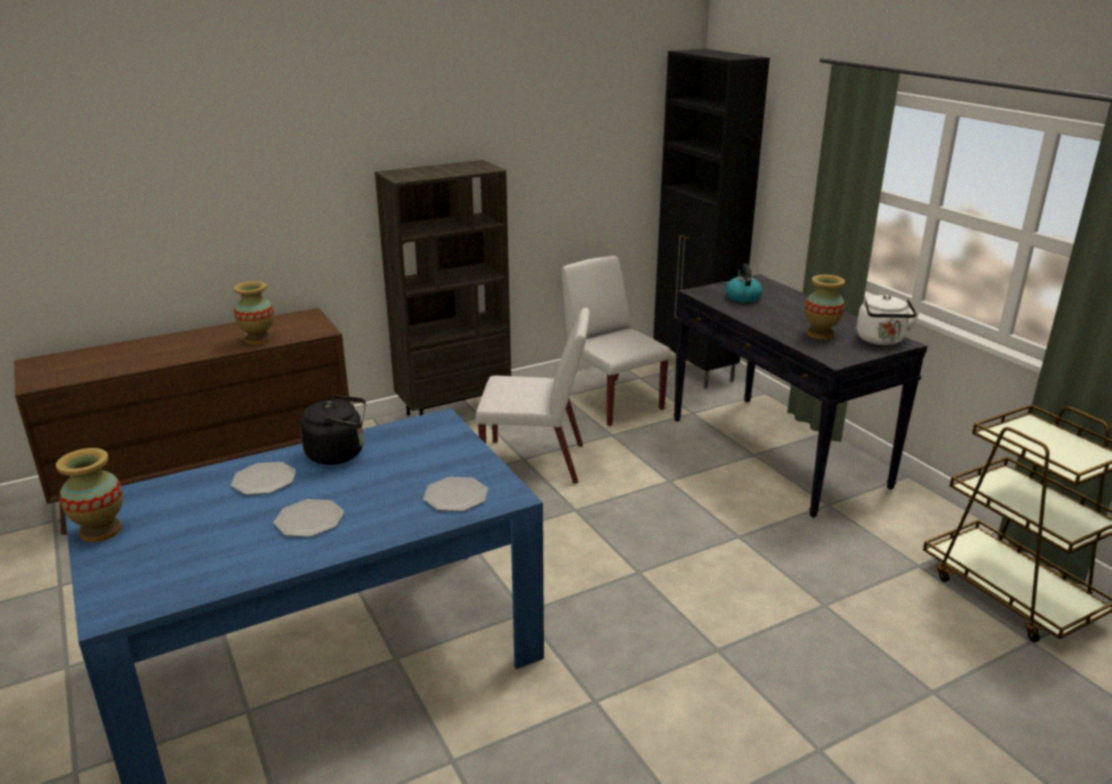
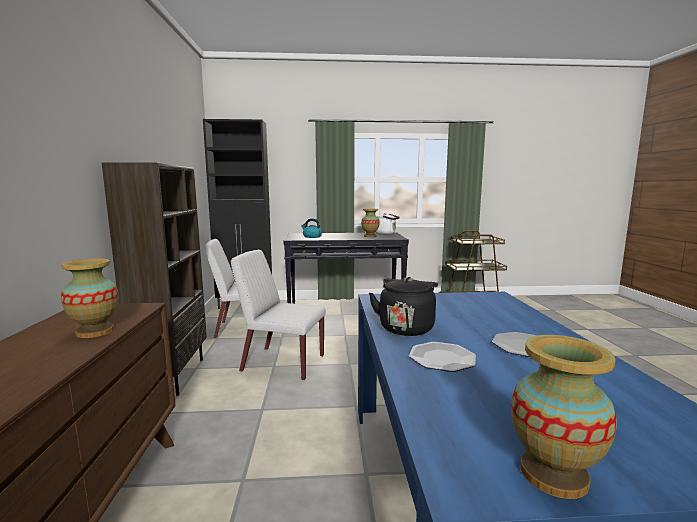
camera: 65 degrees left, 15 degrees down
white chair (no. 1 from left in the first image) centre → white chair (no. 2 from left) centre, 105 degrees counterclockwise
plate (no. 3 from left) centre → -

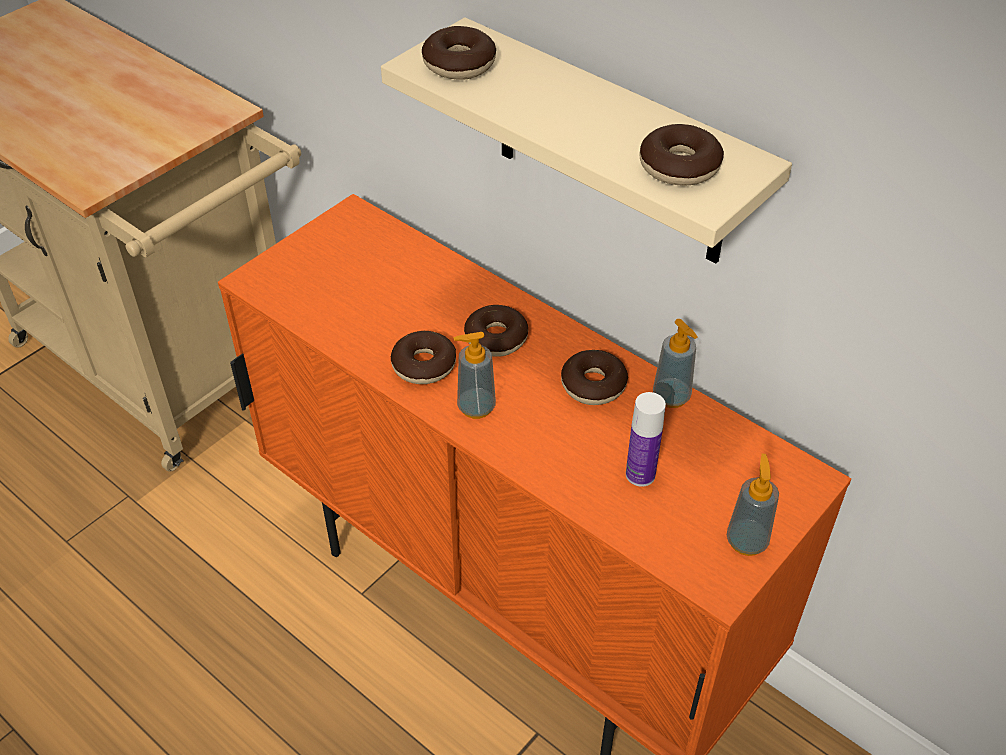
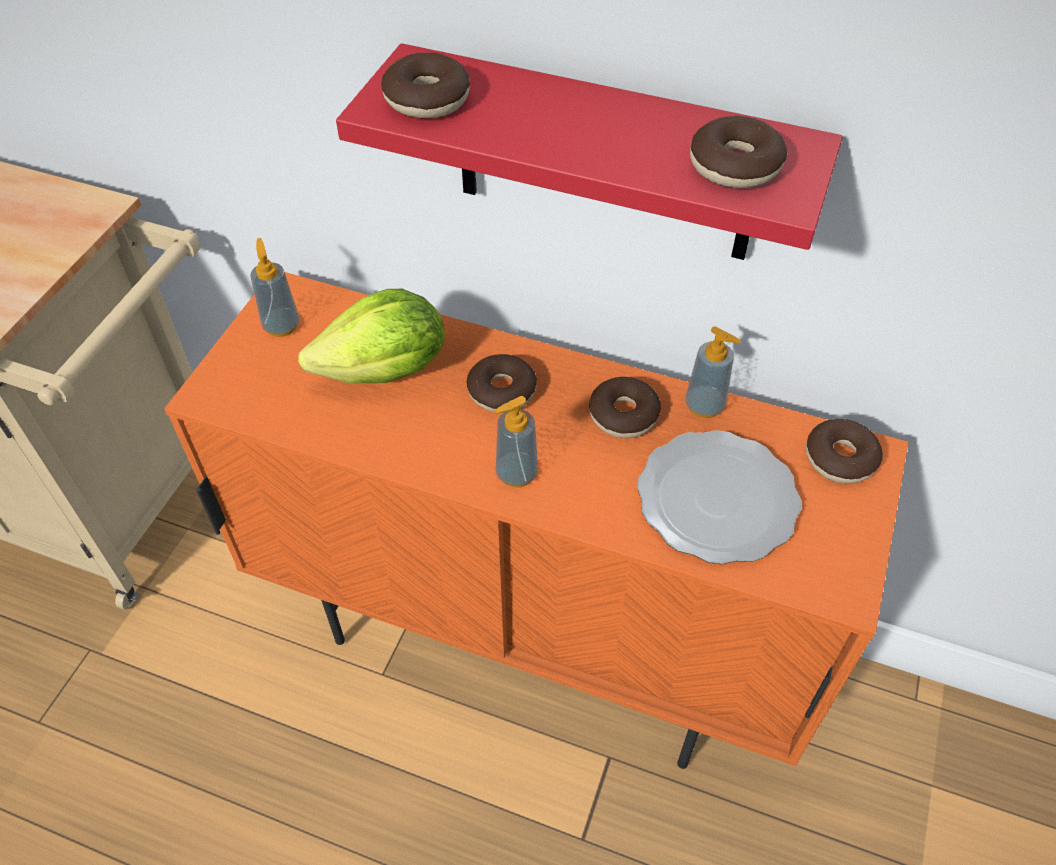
camera: 20 degrees left, 5 degrees up
beige shelf top centre → red shelf top centre
donut (no. 1 from left in the first image) centre → donut (no. 5 from left) middle right, shifted
bottle centre → plate middle right
soap dispenser (no. 3 from left in the first image) bottom right → soap dispenser (no. 1 from left) top left, shifted
- → lettuce centre

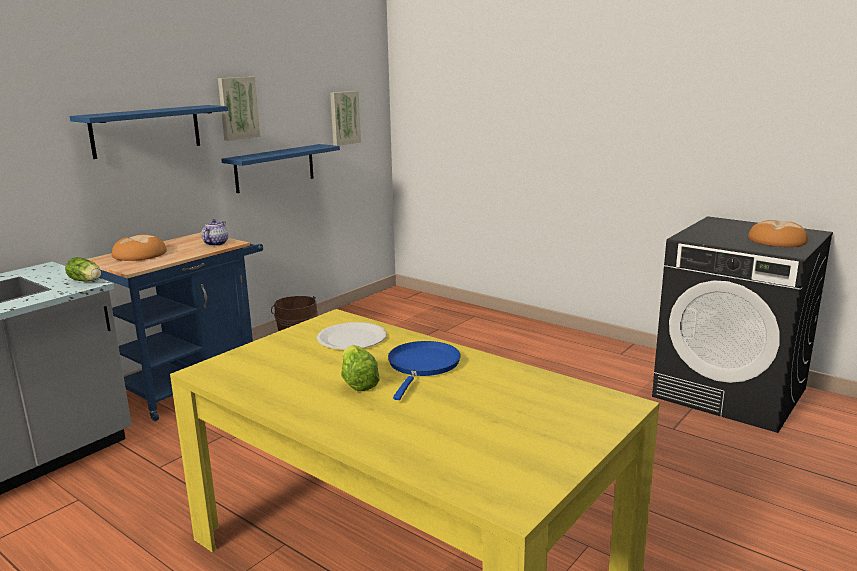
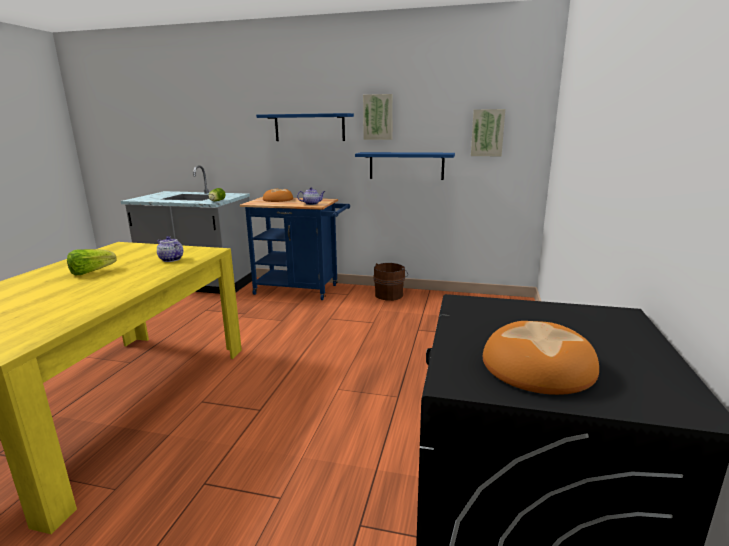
camera: 65 degrees right, 0 degrees up
white plate centre → teapot (no. 1 from left) middle left
blue frying pan centre → -

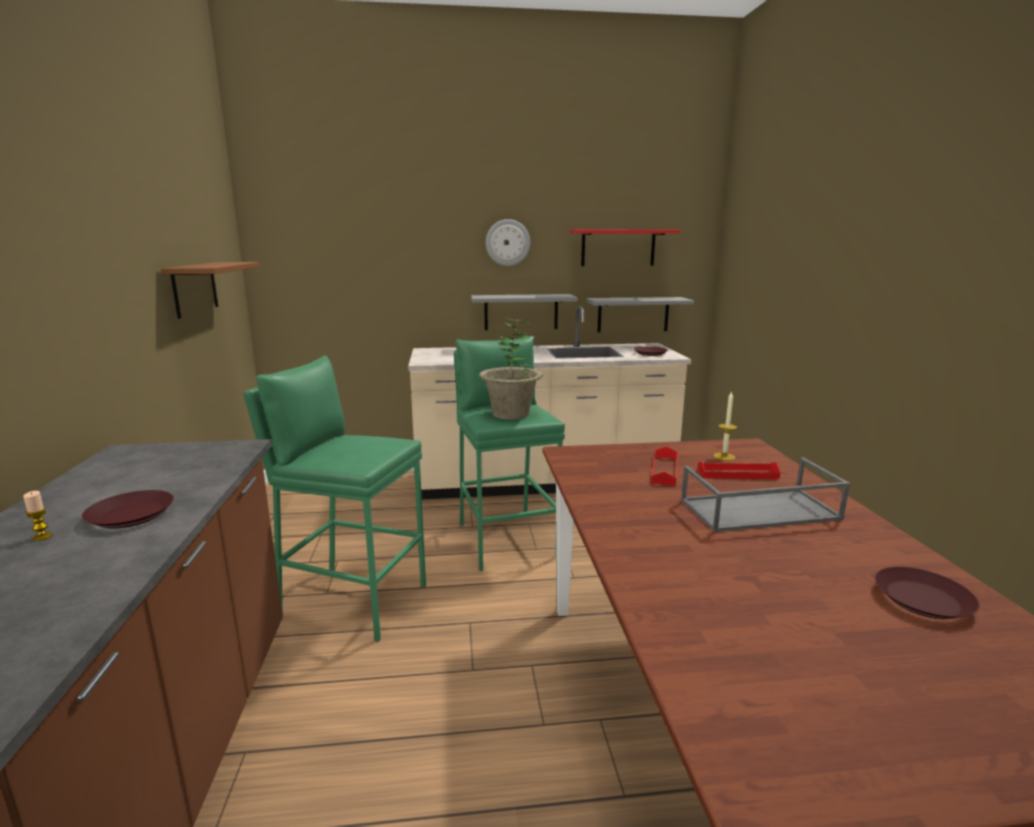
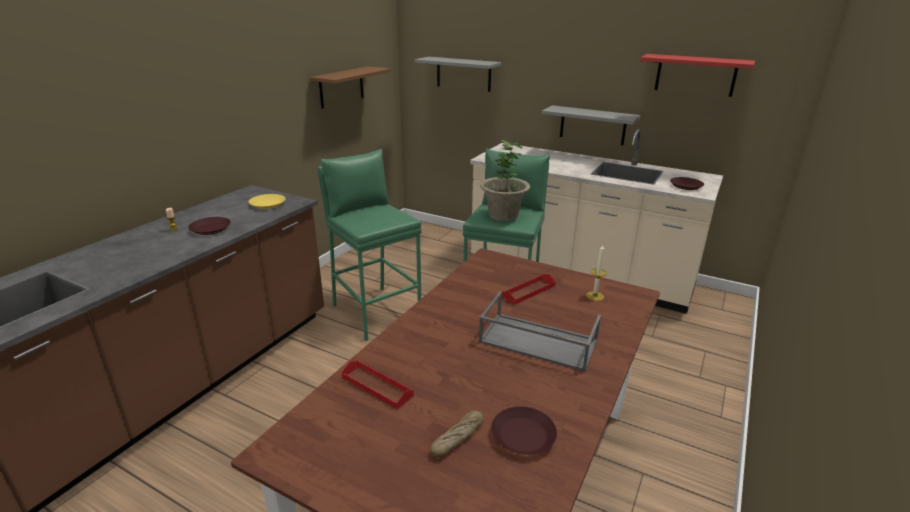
camera: 35 degrees right, 10 degrees up
wall clock top centre → -
grey shelf (no. 2 from left in the first image) centre → grey shelf (no. 1 from left) top centre, shifted
red tray (no. 2 from left in the first image) middle right → red tray (no. 1 from left) bottom centre, shifted
- → yellow plate middle left
- → bread bottom centre

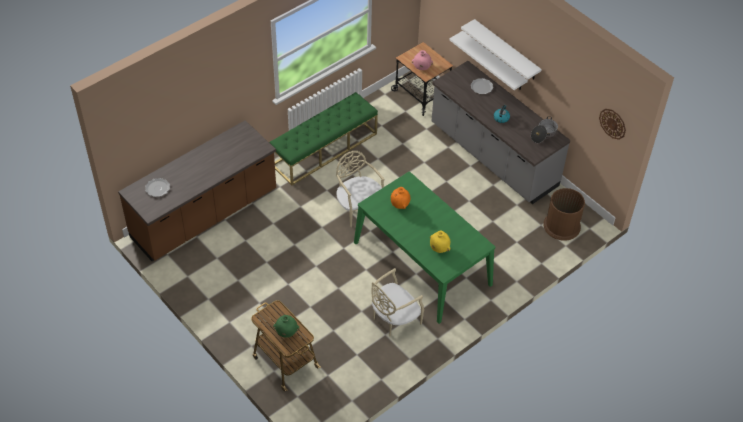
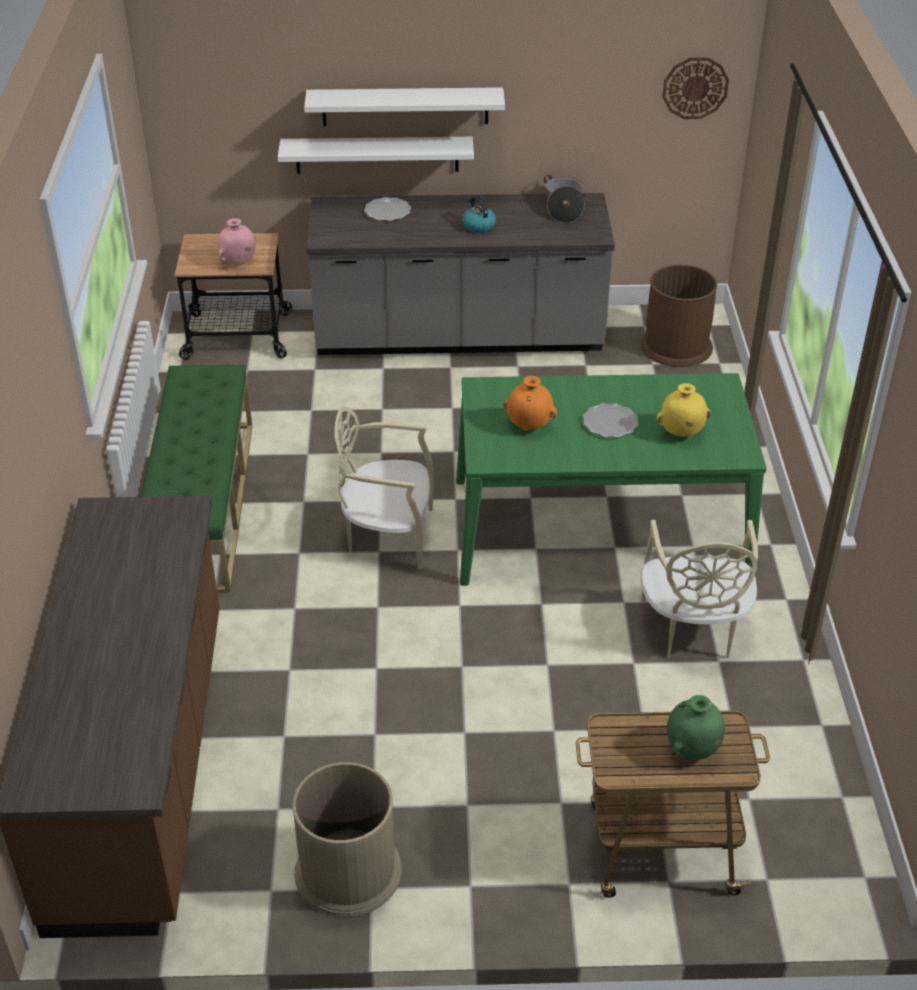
camera: 50 degrees left, 10 degrees down
plate (no. 1 from left in the first image) middle left → plate (no. 2 from left) centre, shifted
- → brown trash can (no. 1 from left) bottom centre

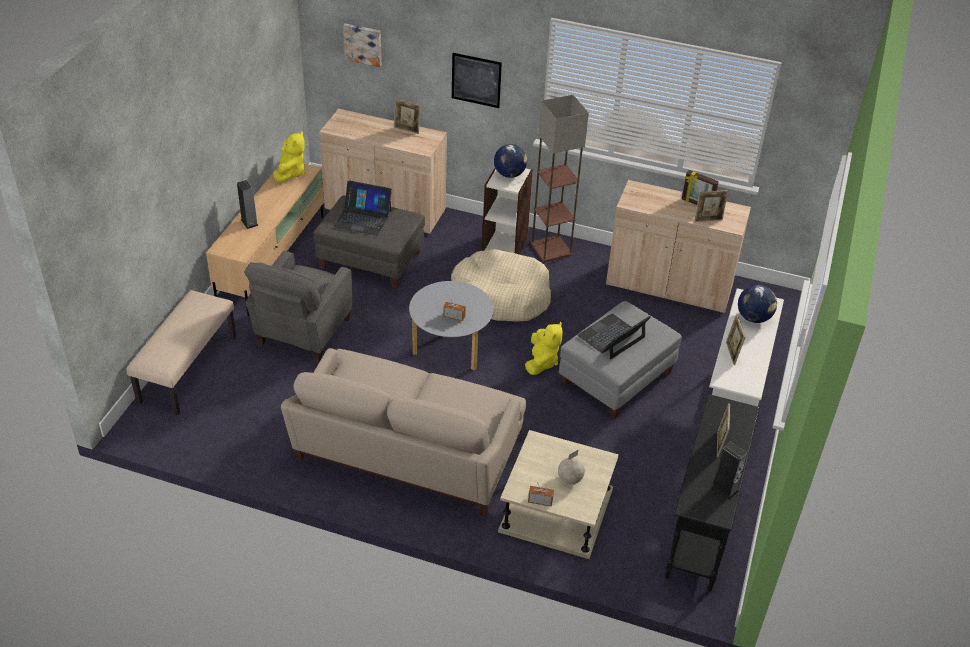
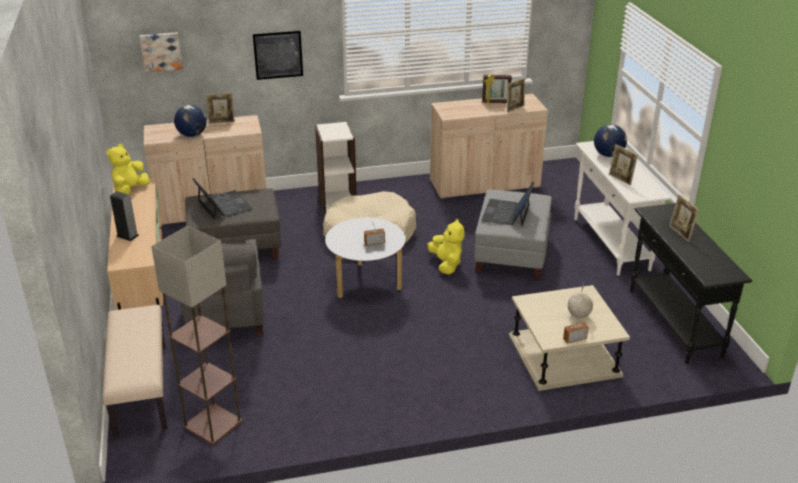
camera: 30 degrees left, 10 degrees down
floor lamp top centre → floor lamp bottom left, shifted
yellow plush toy (no. 1 from left) top left → yellow plush toy (no. 1 from left) middle left, 135 degrees counterclockwise
globe (no. 1 from left) top centre → globe (no. 1 from left) top left, shifted
laptop (no. 1 from left) top centre → laptop (no. 1 from left) middle left, 105 degrees counterclockwise
beige sofa centre → -
speaker (no. 2 from left) bottom right → -

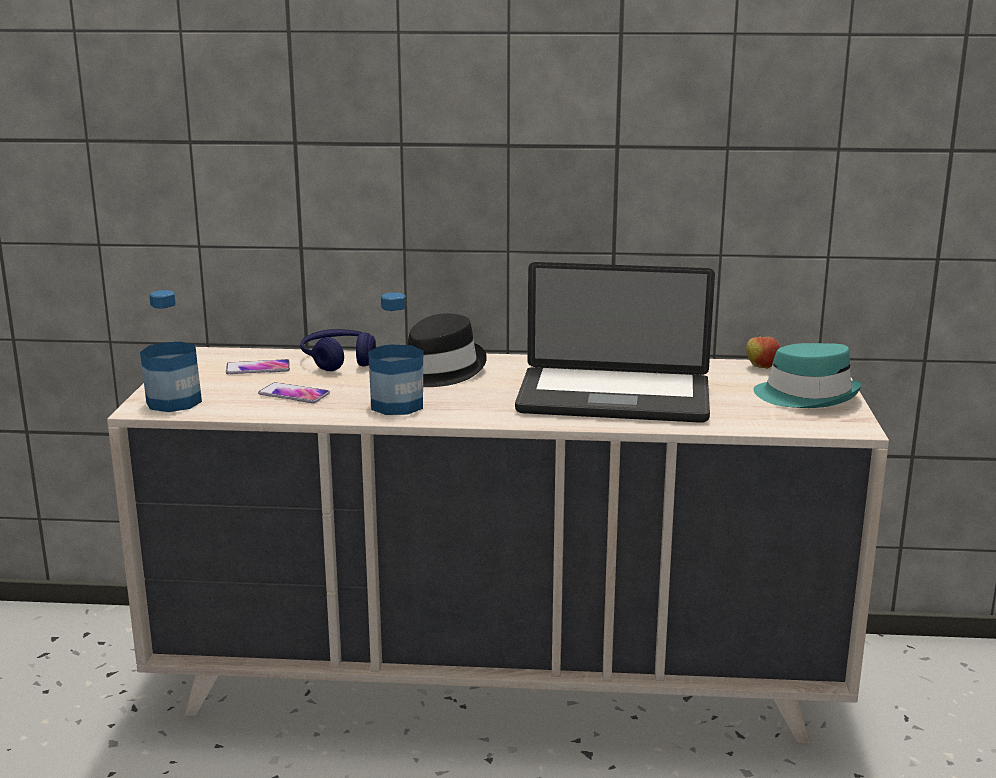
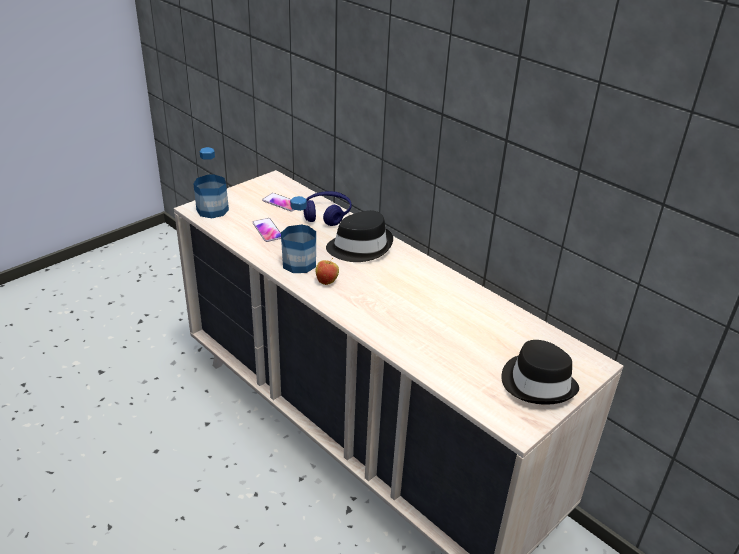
camera: 40 degrees right, 15 degrees up
laptop centre → -
apple middle right → apple centre, shifted
turquoise hat middle right → black hat (no. 2 from left) bottom right

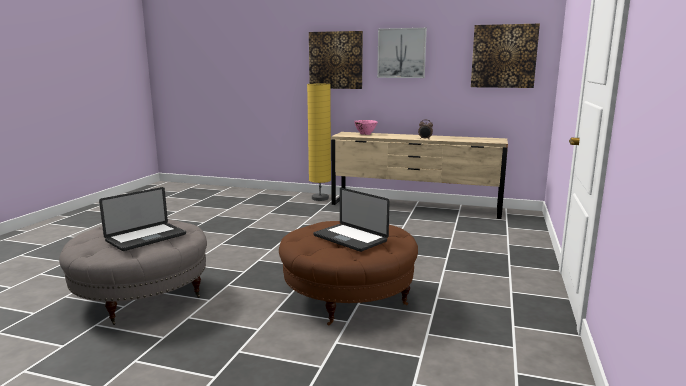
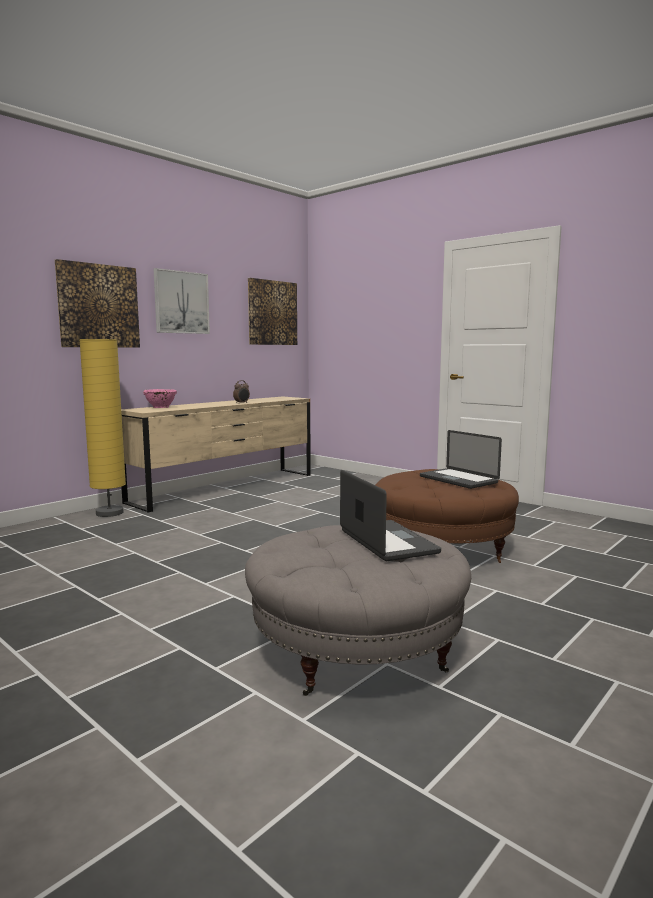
camera: 65 degrees left, 5 degrees down
laptop (no. 2 from left) centre → laptop (no. 2 from left) middle right, 75 degrees clockwise

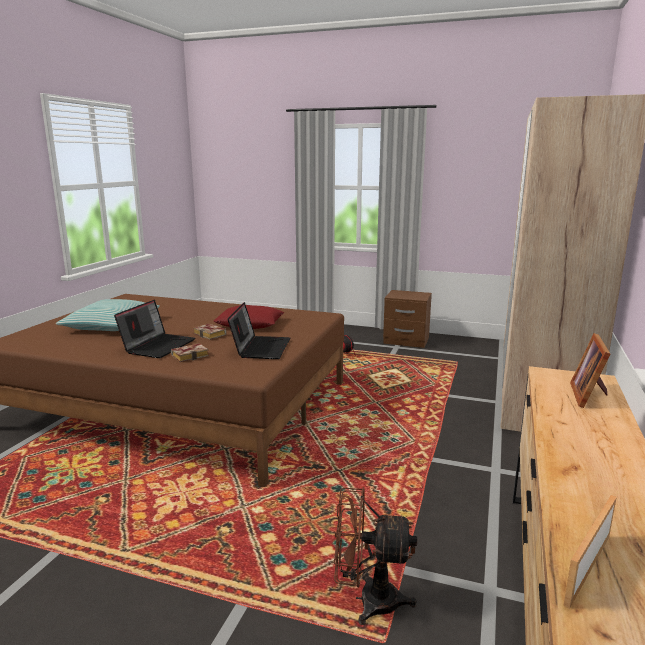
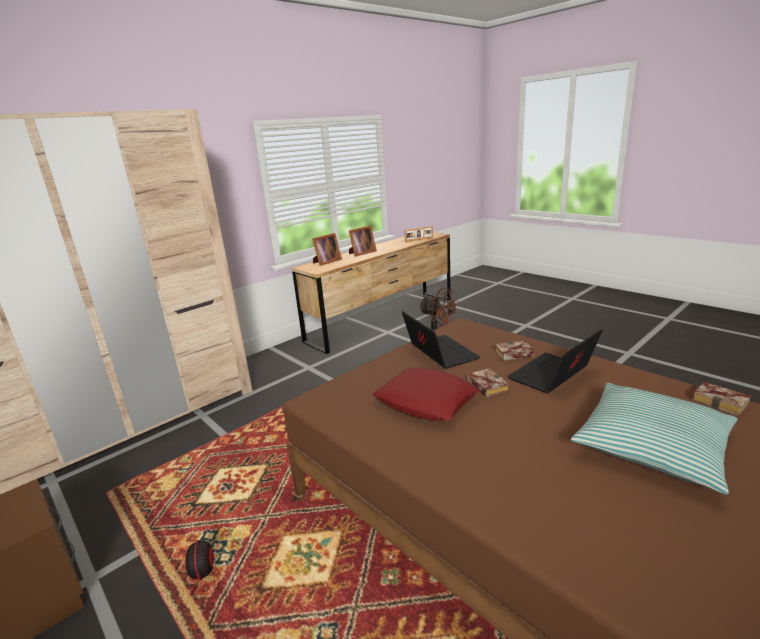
camera: 150 degrees left, 5 degrees up
laptop (no. 2 from left in the first image) centre → laptop (no. 1 from left) centre, 120 degrees clockwise
- → picture frame (no. 2 from left) centre
- → book (no. 3 from left) middle right

